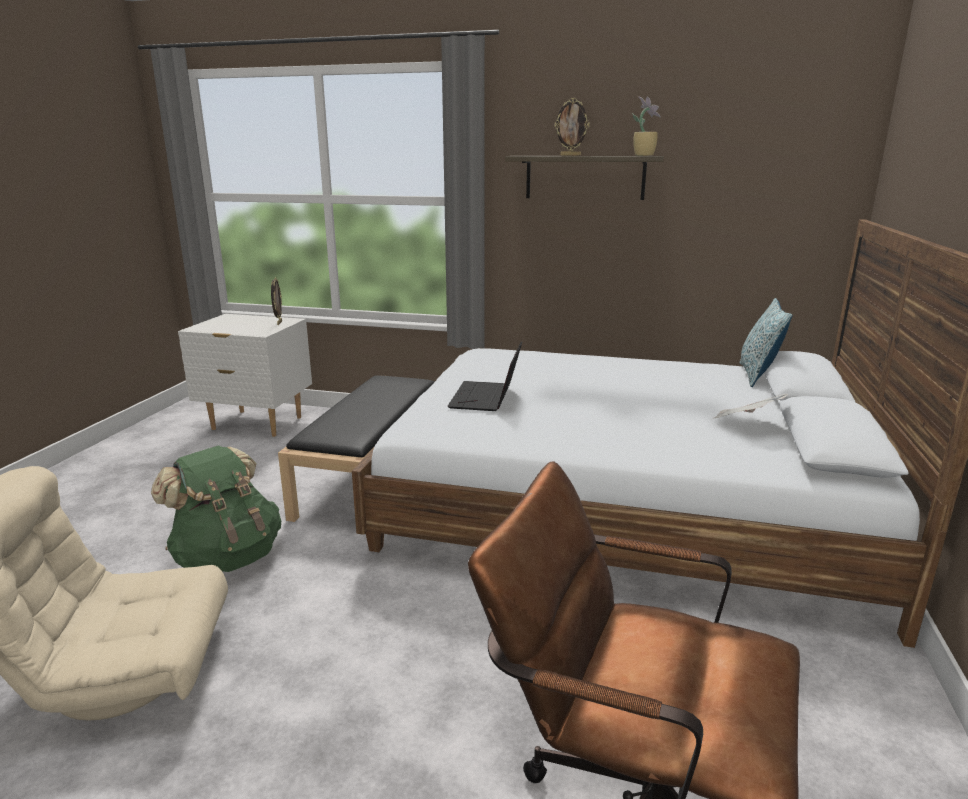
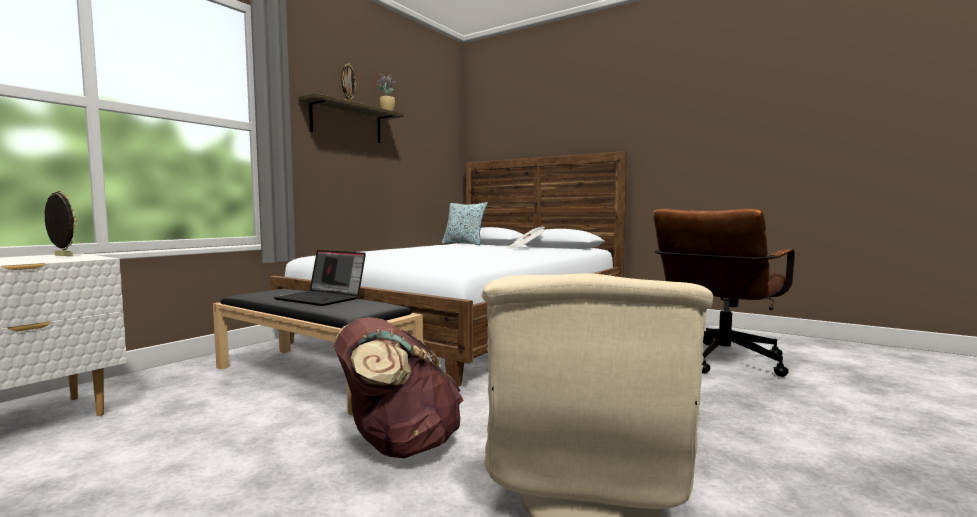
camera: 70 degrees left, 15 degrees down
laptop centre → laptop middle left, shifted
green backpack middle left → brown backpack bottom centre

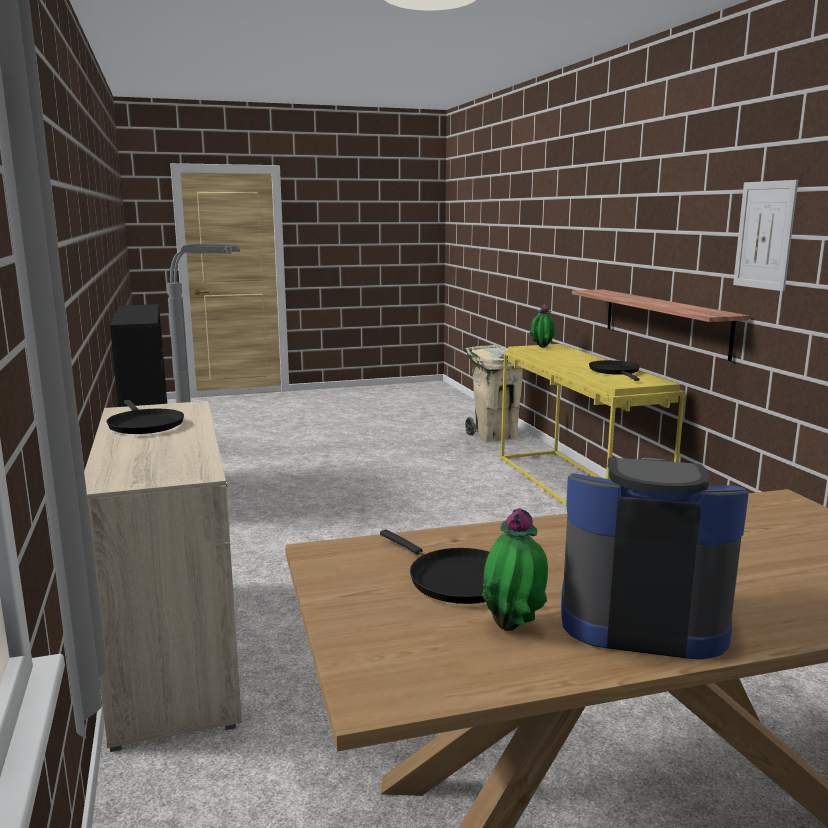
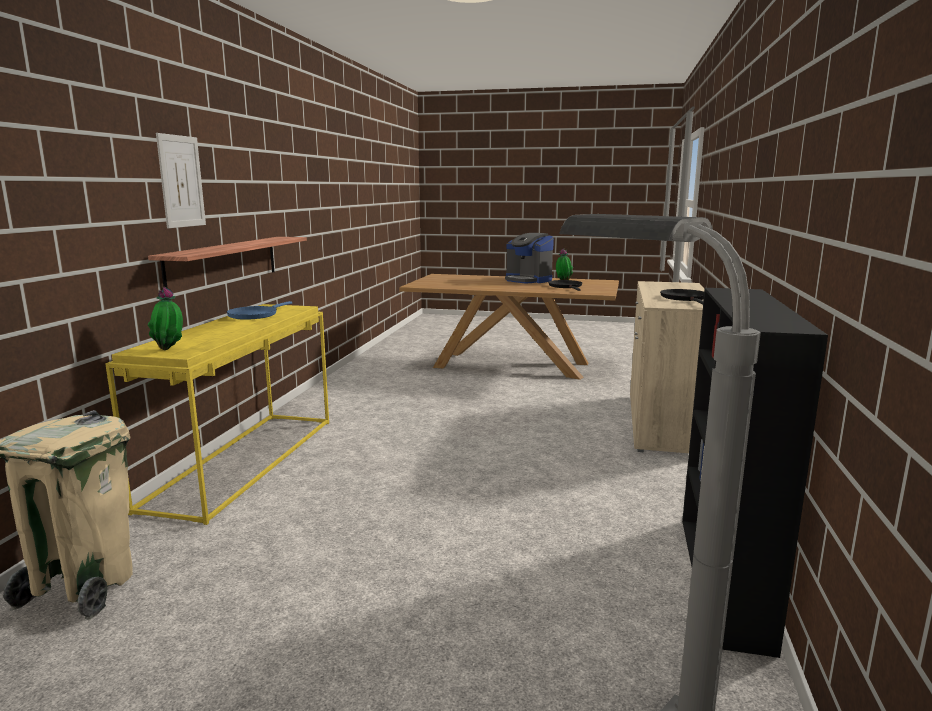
camera: 150 degrees left, 0 degrees up
picture top right → picture top left, shifted
black frying pan (no. 3 from left) middle right → blue frying pan middle left

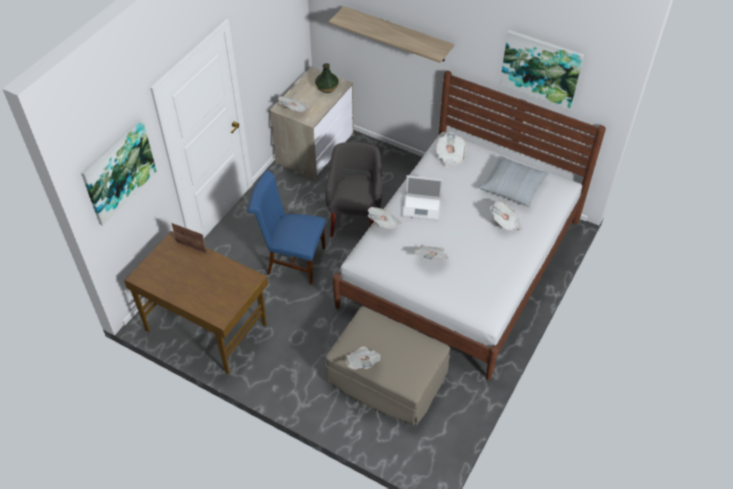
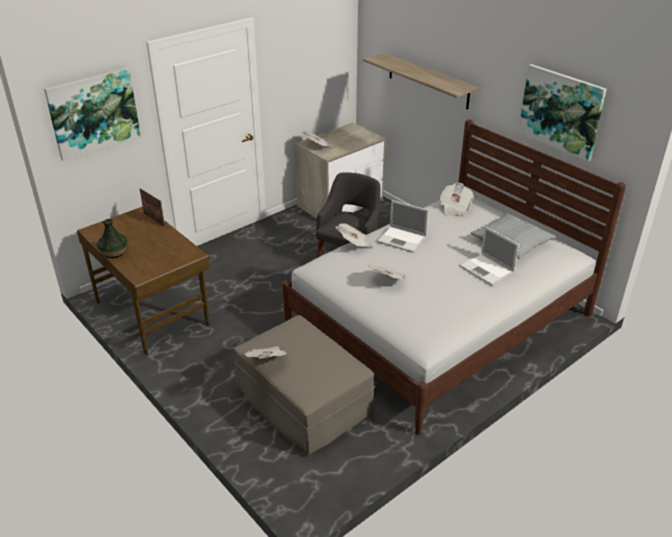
camera: 20 degrees right, 15 degrees down
vase top centre → vase middle left, shifted
blue chair centre → -
newspaper (no. 6 from left) middle right → laptop (no. 2 from left) middle right

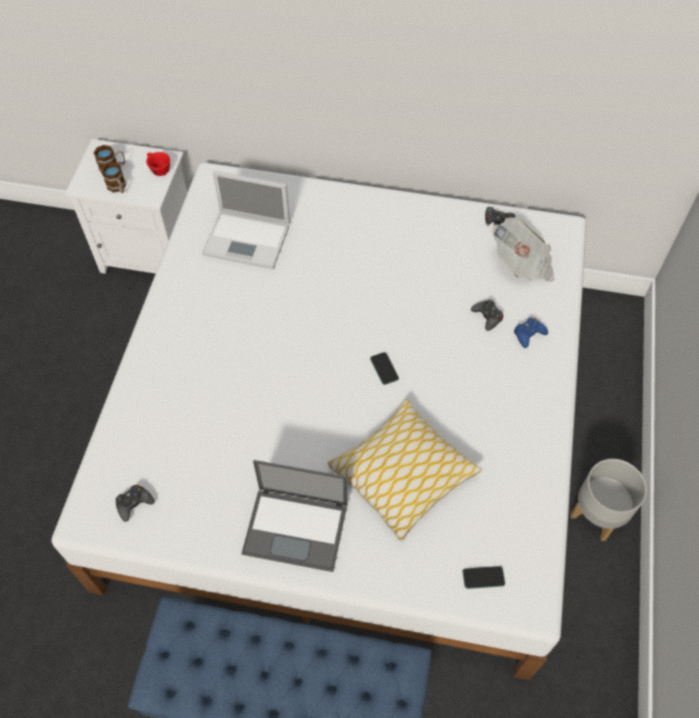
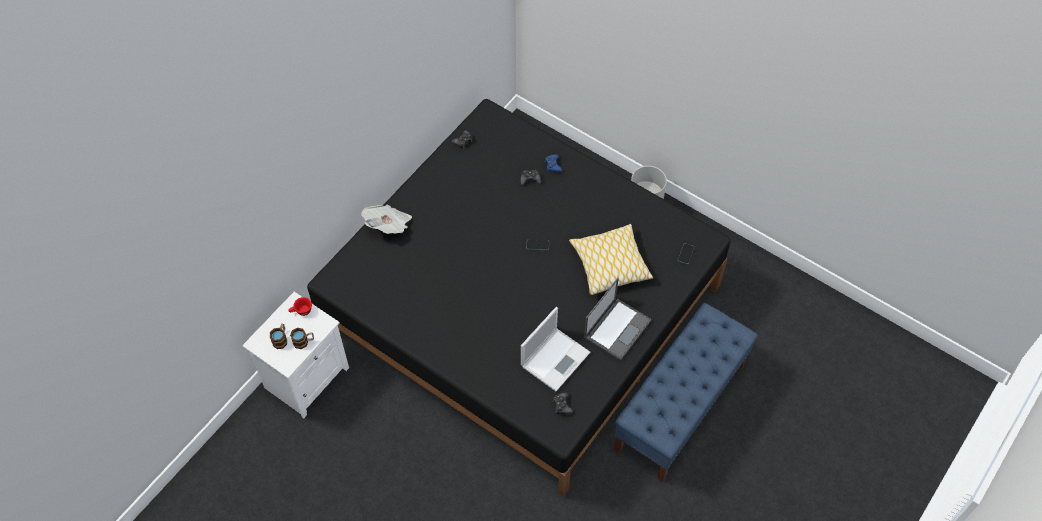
camera: 65 degrees left, 0 degrees up
white bed centre → black bed centre
laptop (no. 1 from left) top centre → laptop (no. 1 from left) bottom centre, shifted
newspaper middle right → newspaper centre, shifted

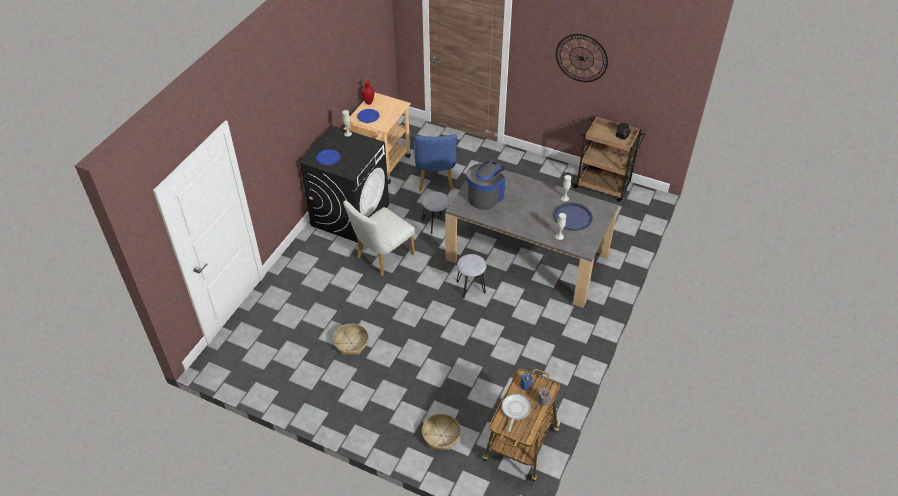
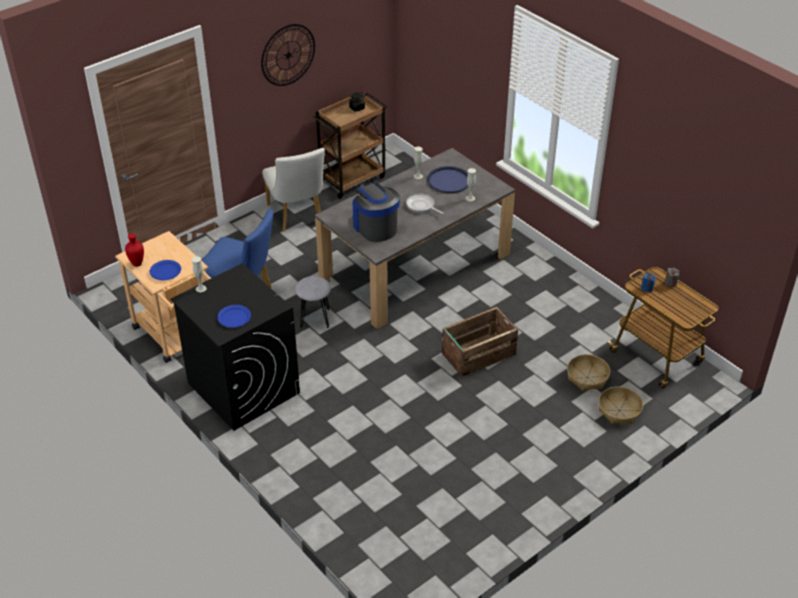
camera: 65 degrees left, 5 degrees down
white chair centre → white chair top centre, shifted
grey stool (no. 2 from left) centre → -
basket (no. 1 from left) bottom centre → basket (no. 1 from left) middle right, shifted
frying pan bottom centre → frying pan centre, shifted
- → crate centre

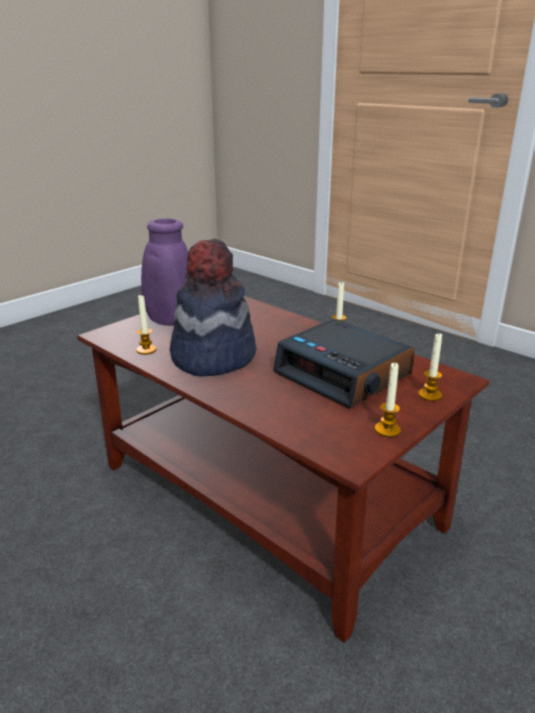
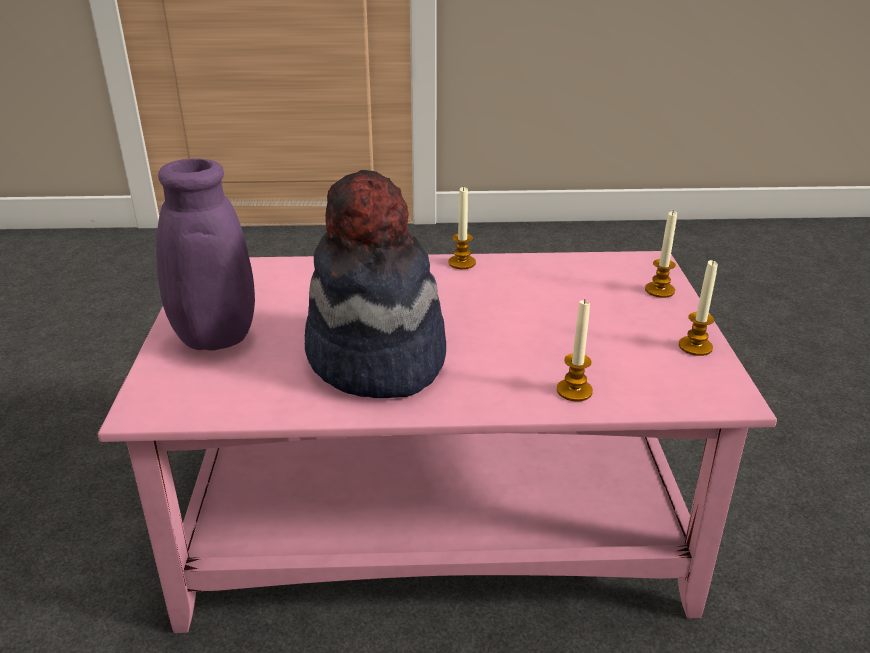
camera: 45 degrees left, 5 degrees up
candle (no. 1 from left in the first image) middle left → candle (no. 2 from left) centre, shifted
brown coffee table centre → pink coffee table bottom centre
alarm clock centre → -

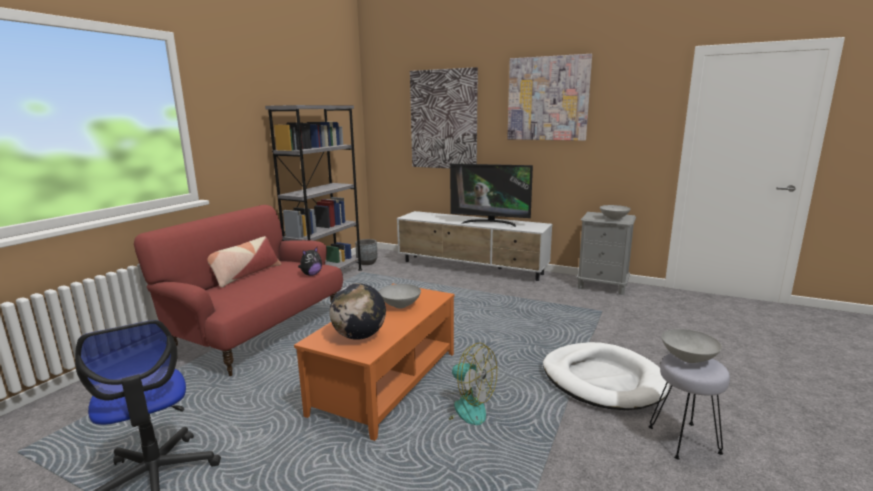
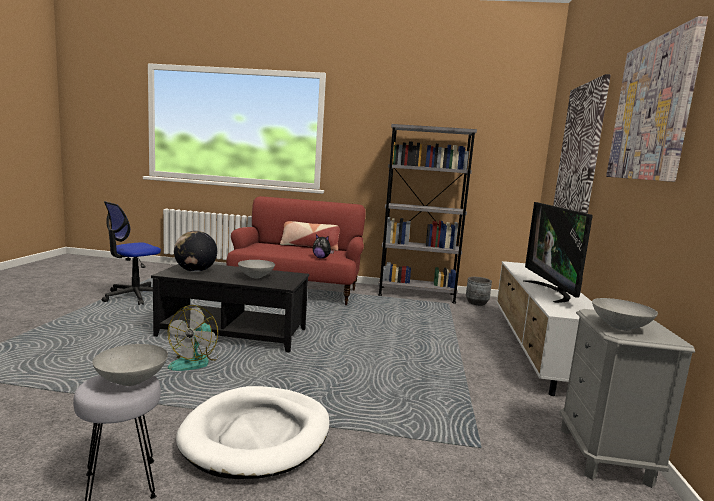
camera: 70 degrees right, 5 degrees down
orange coffee table bottom centre → black coffee table middle left

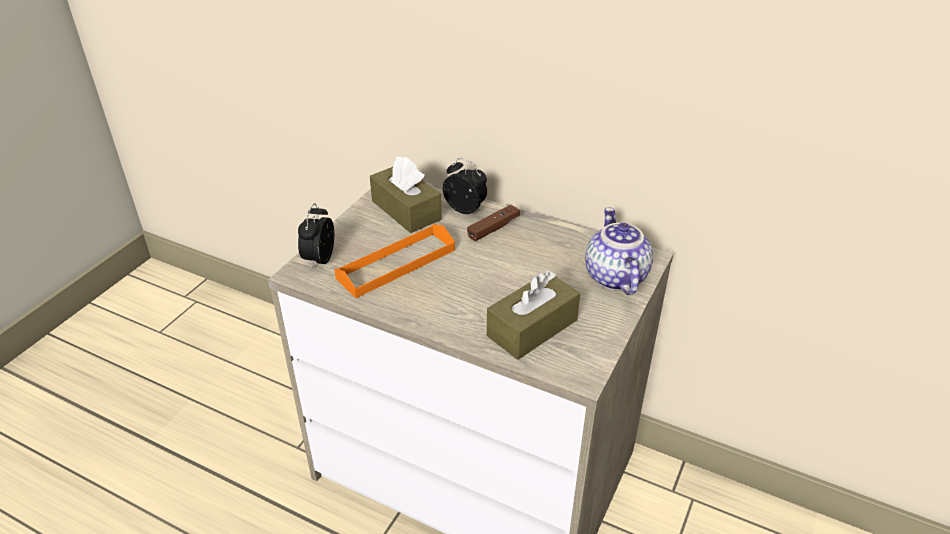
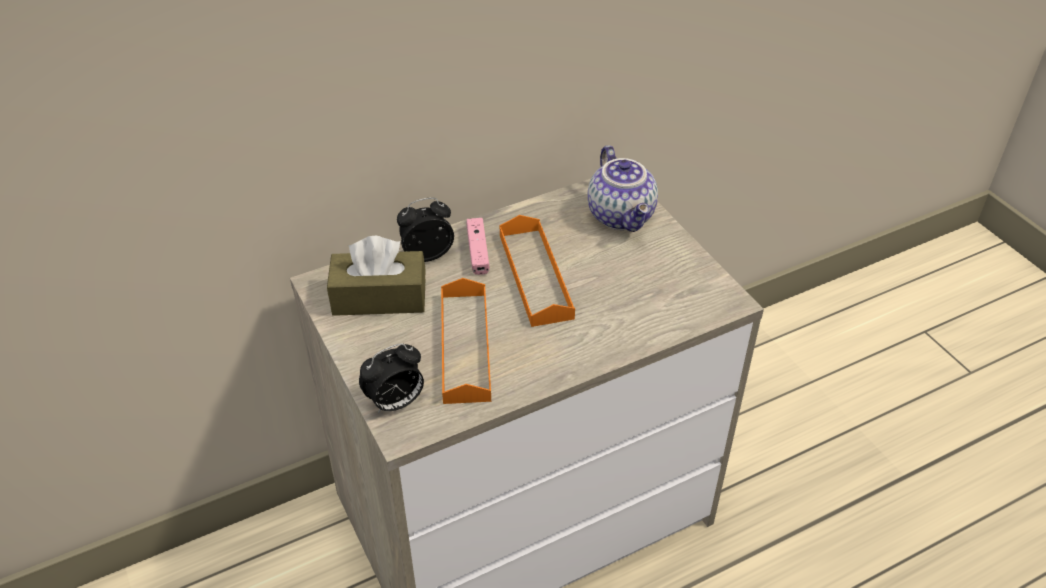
camera: 55 degrees left, 5 degrees up
alarm clock (no. 1 from left) middle left → alarm clock (no. 1 from left) centre, 75 degrees counterclockwise
brown game controller centre → pink game controller centre
teapot centre → teapot top centre, 135 degrees counterclockwise
brown tissue box (no. 2 from left) centre → -
- → orange tray (no. 2 from left) centre

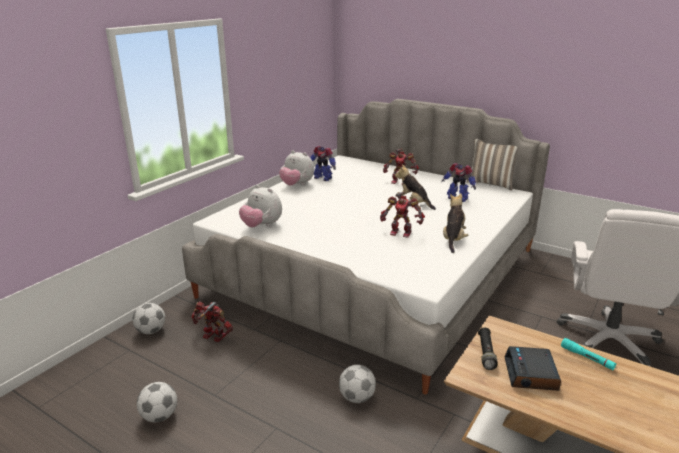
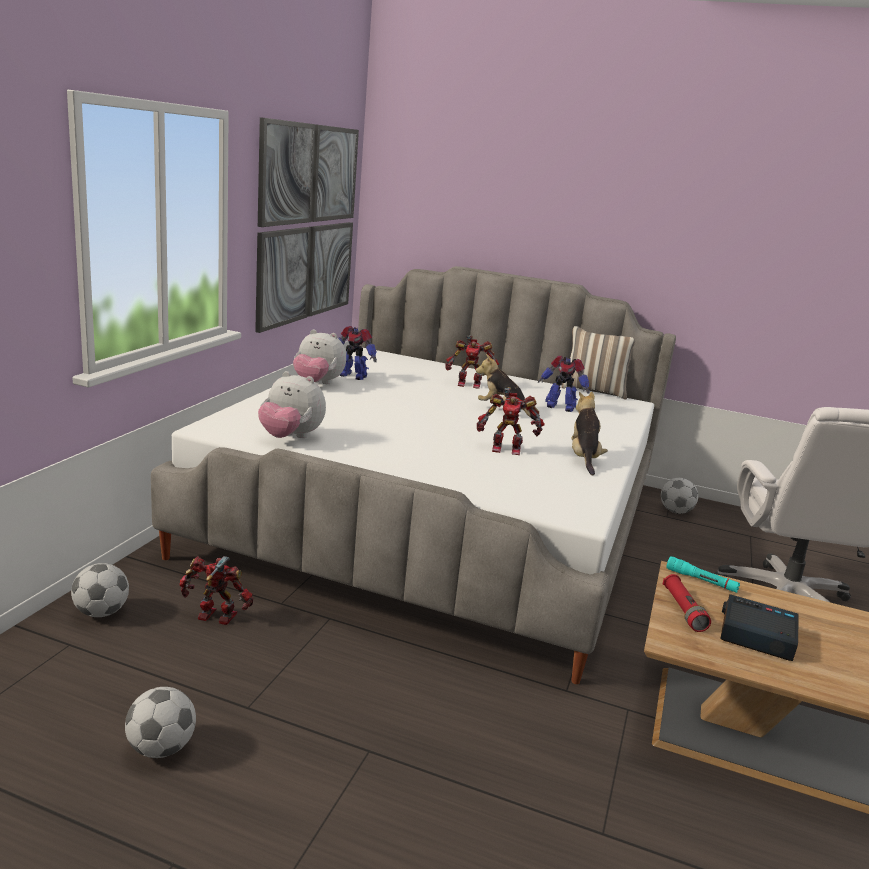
camera: 15 degrees left, 5 degrees down
black flashlight bottom right → red flashlight bottom right
turquoise flashlight bottom right → turquoise flashlight middle right, shifted
alarm clock bottom right, 120 degrees clockwise
football (no. 3 from left) bottom centre → football (no. 3 from left) middle right, shifted
- → picture top centre

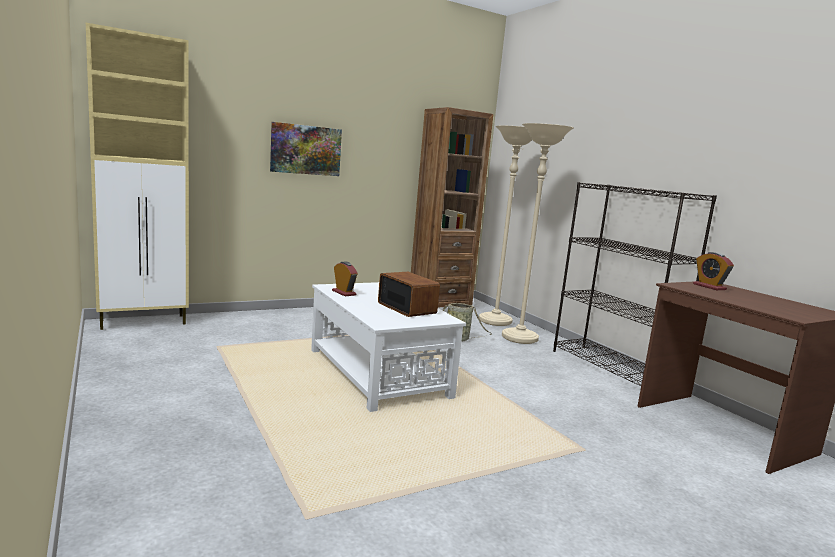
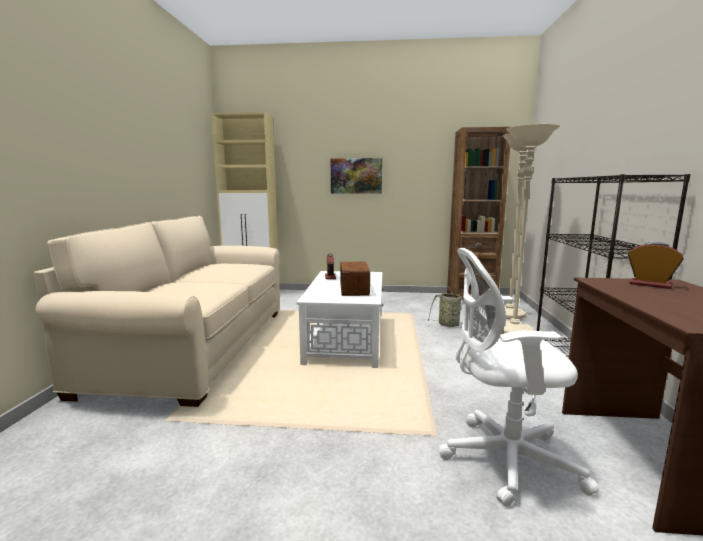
camera: 35 degrees right, 0 degrees up
alarm clock (no. 2 from left) middle right, 120 degrees clockwise
- → beige sofa middle left
- → white office chair bottom right

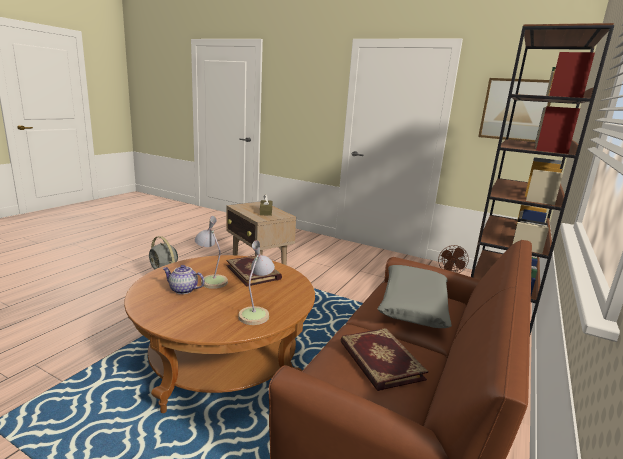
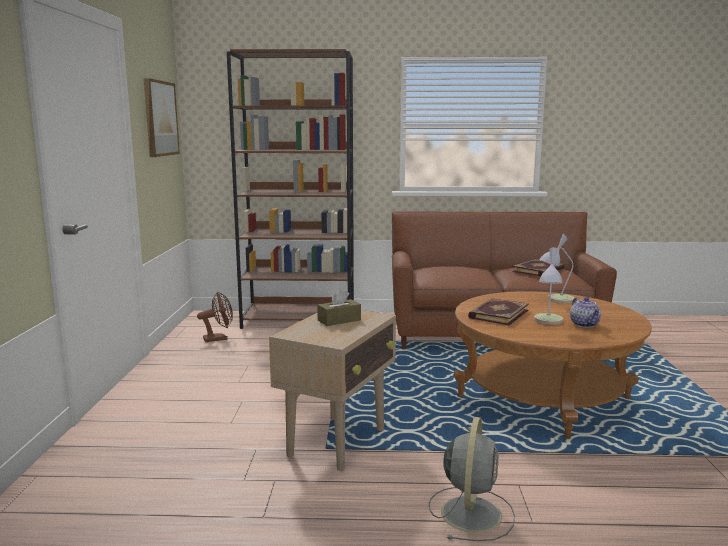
camera: 115 degrees left, 5 degrees down
grey pillow centre → -

